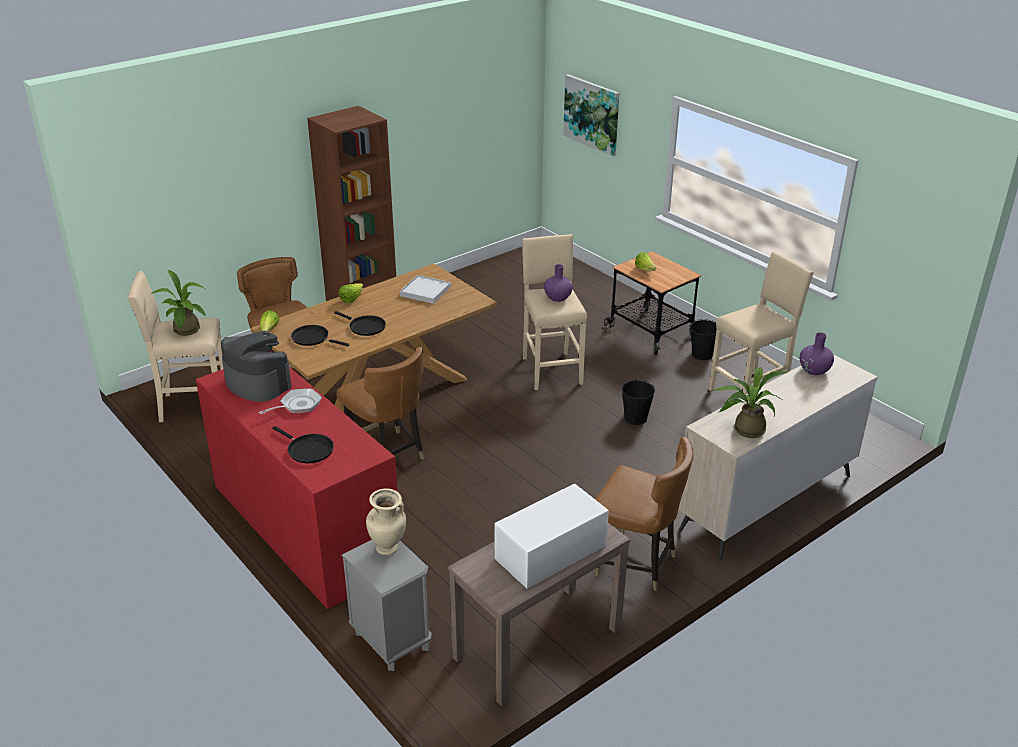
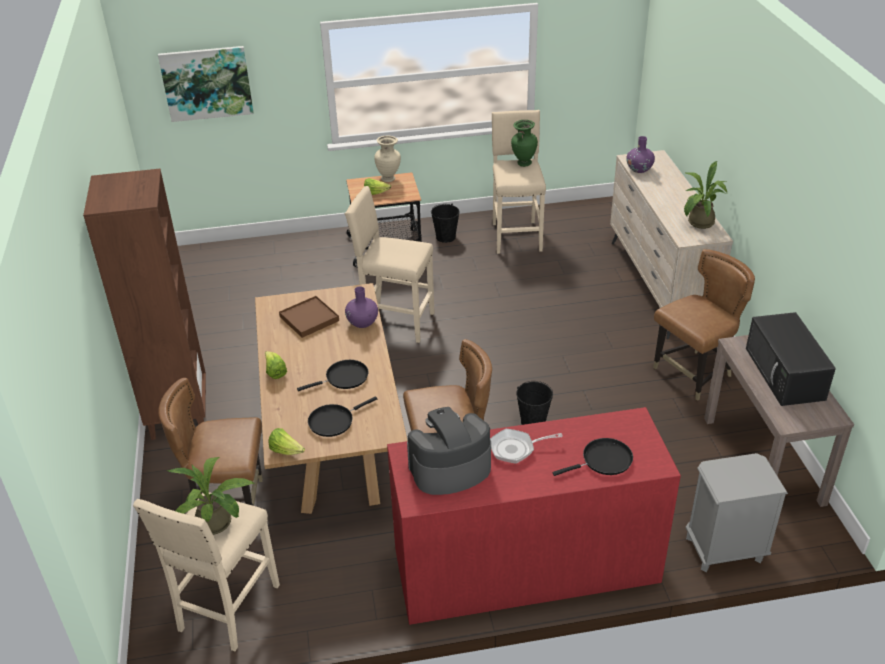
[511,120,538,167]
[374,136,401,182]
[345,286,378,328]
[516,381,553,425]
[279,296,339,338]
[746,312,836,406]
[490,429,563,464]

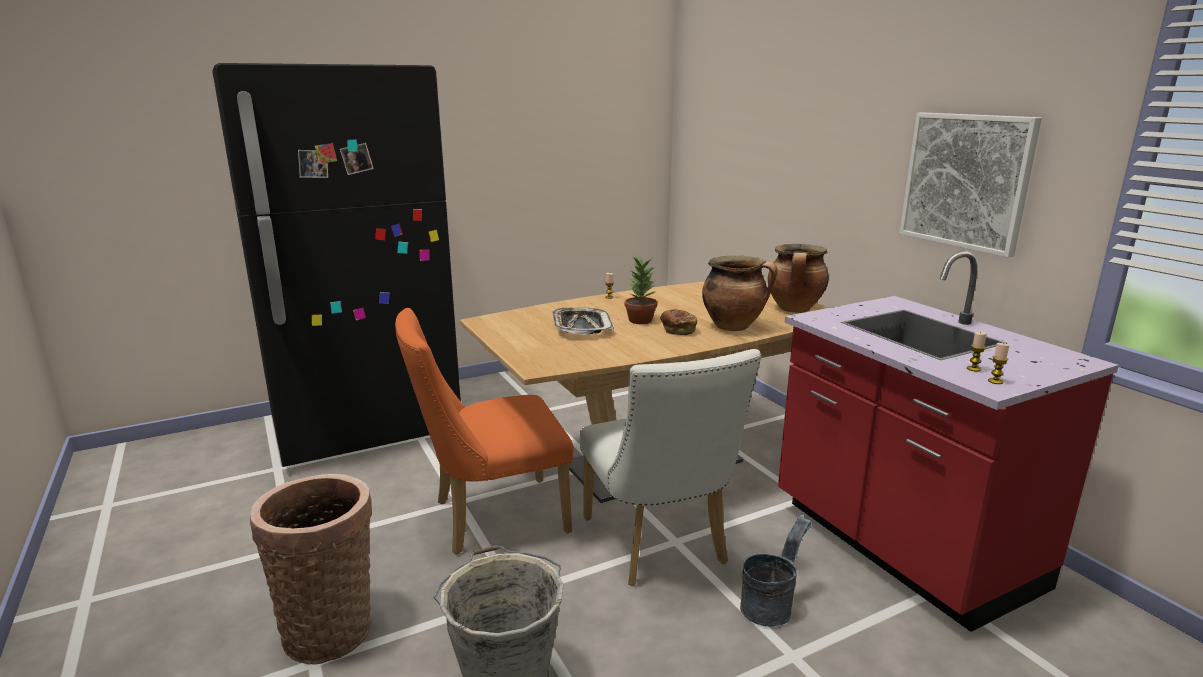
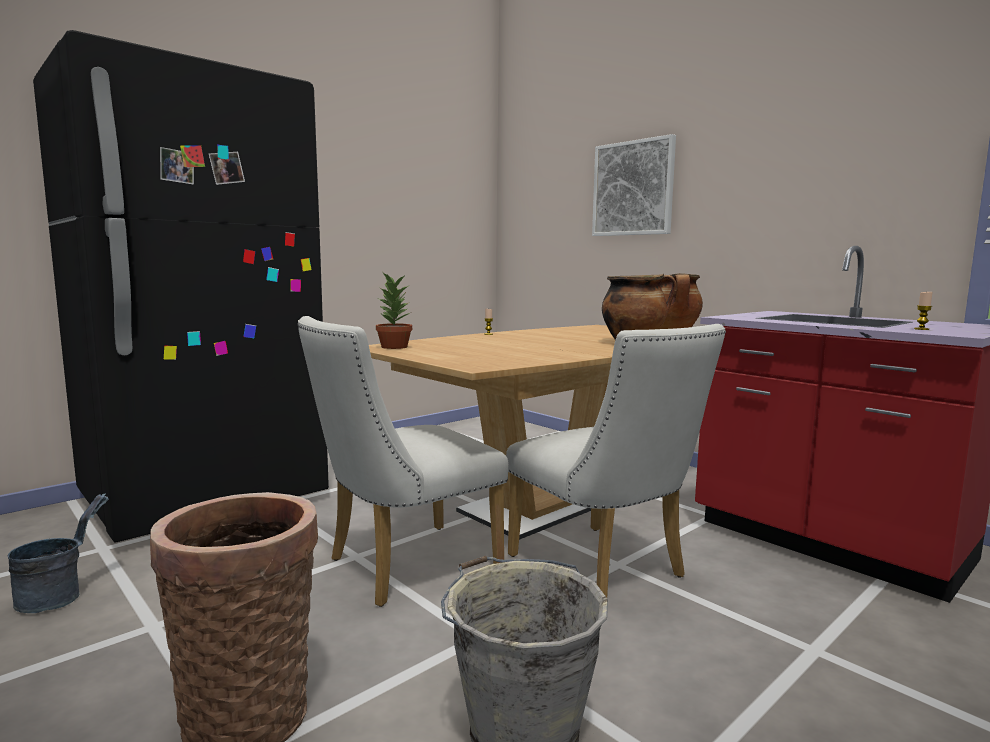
[552,307,613,335] (first image)
[660,309,697,335] (first image)
[988,343,1009,384] (first image)
[376,273,412,349]
[8,494,109,613]
[592,134,676,236]
[298,316,509,607]

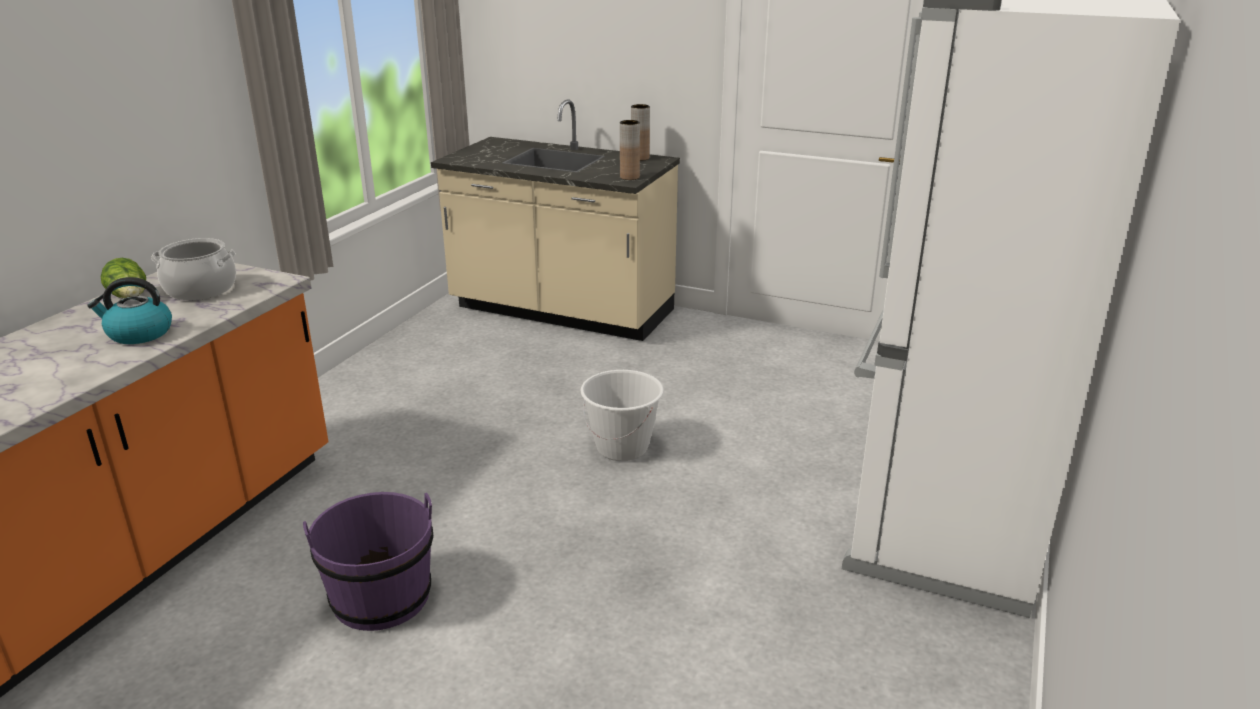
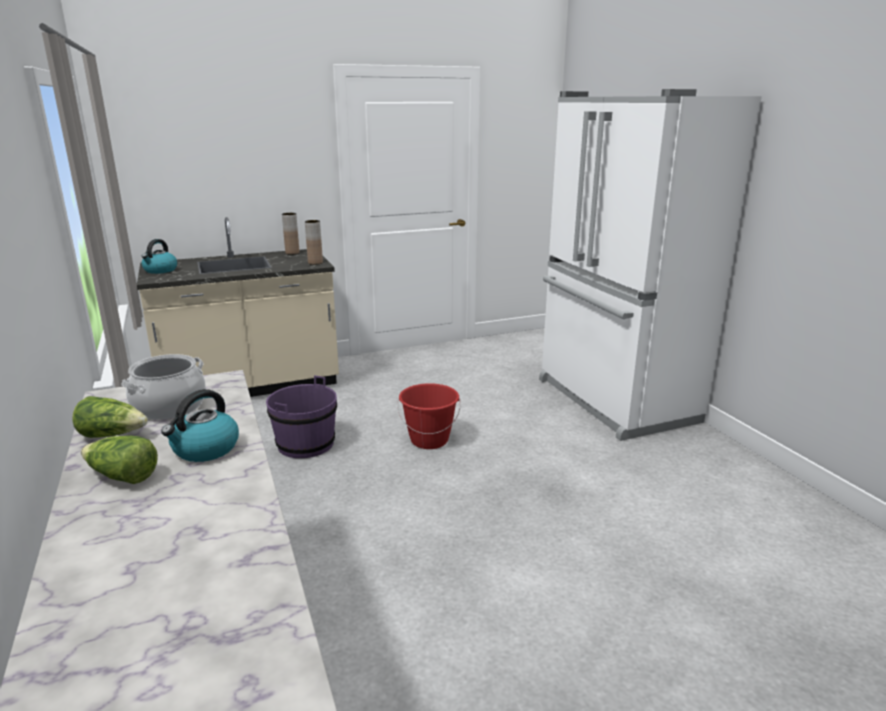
[81,436,158,484]
[142,239,177,274]
[266,375,337,458]
[398,383,461,449]

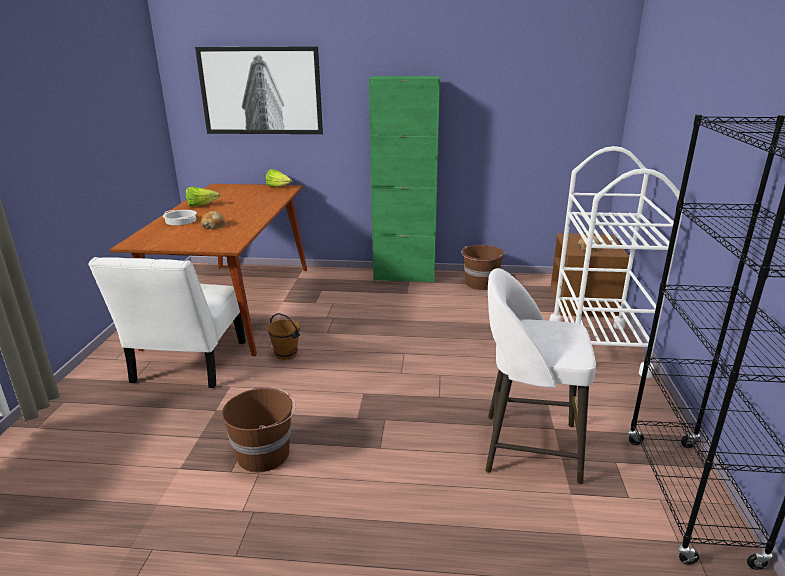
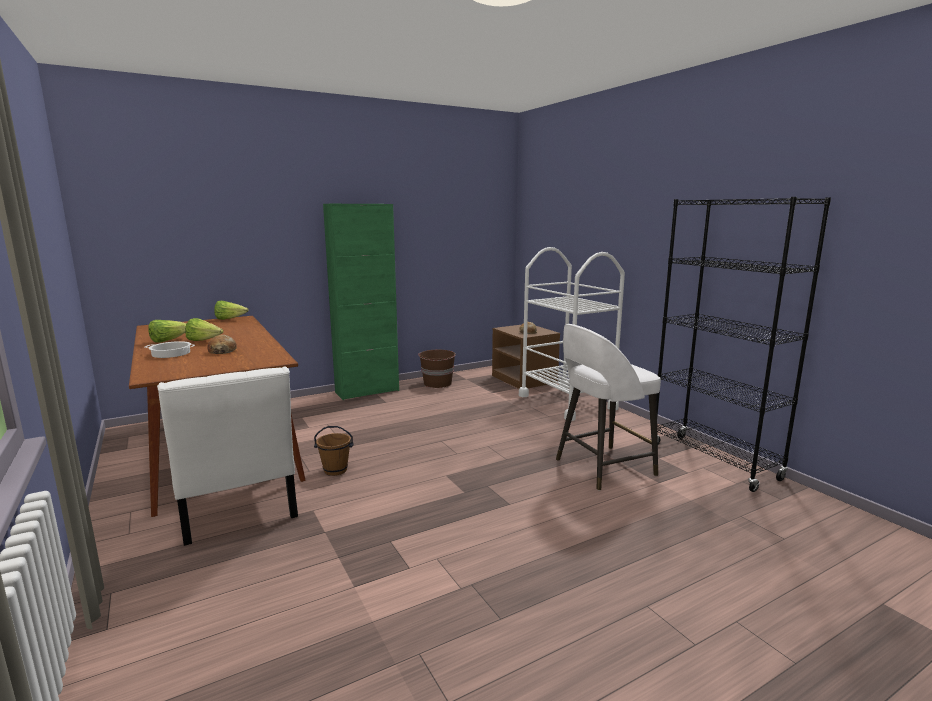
[195,46,323,134] (first image)
[222,386,296,472] (first image)
[185,318,223,341]

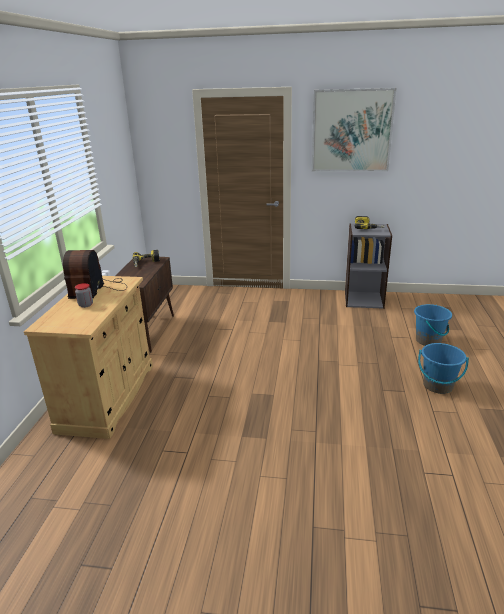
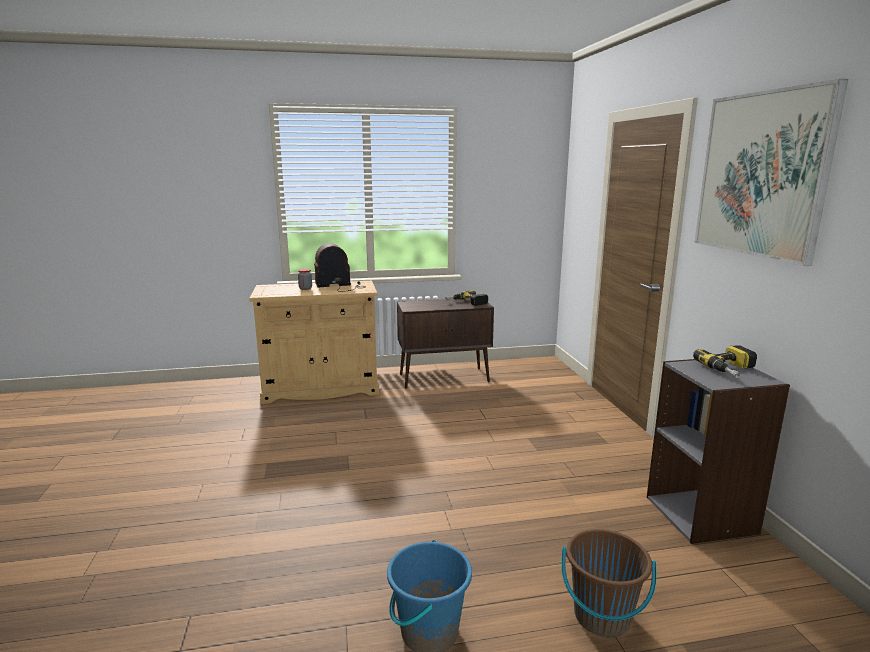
[561,529,656,637]

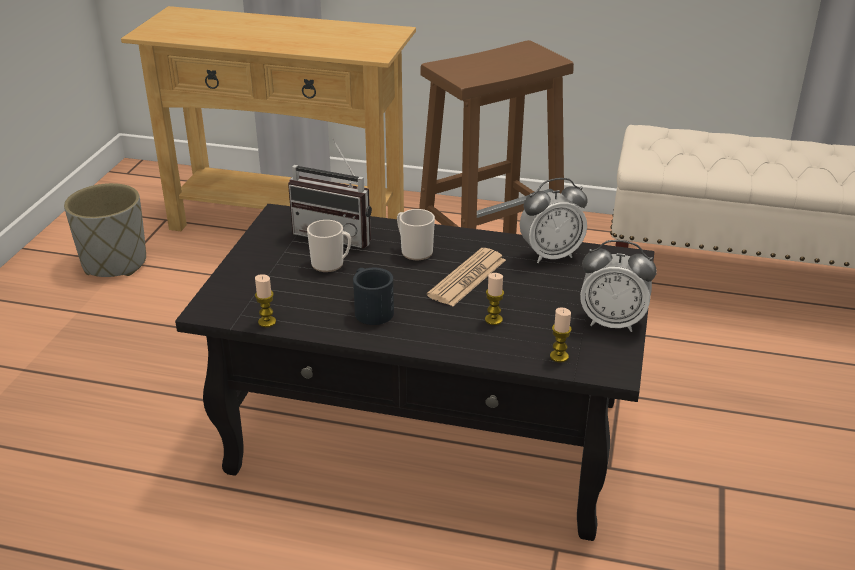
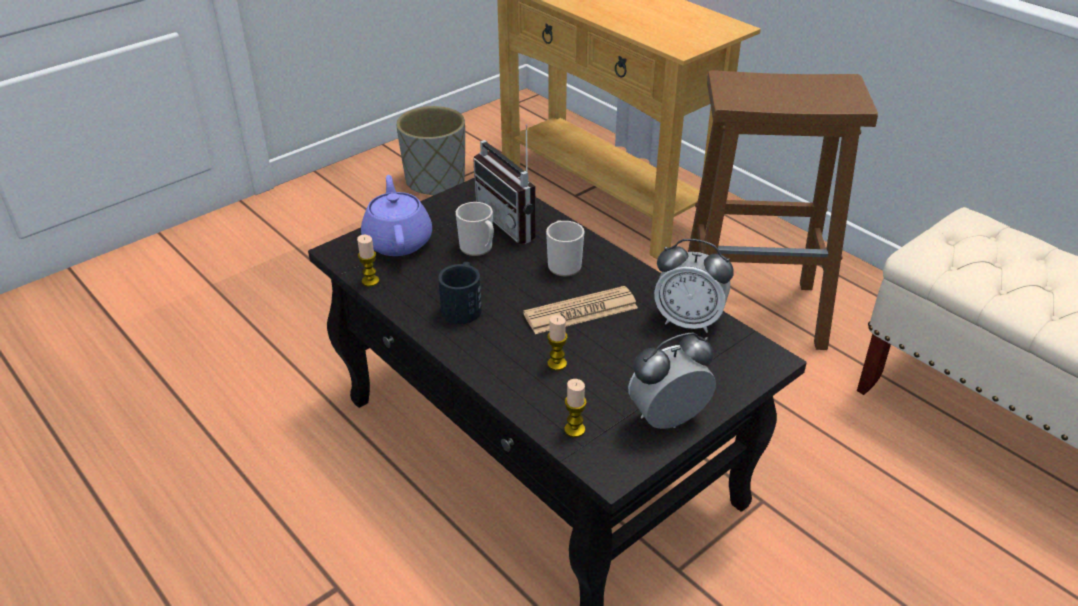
[361,175,432,256]
[628,333,716,429]

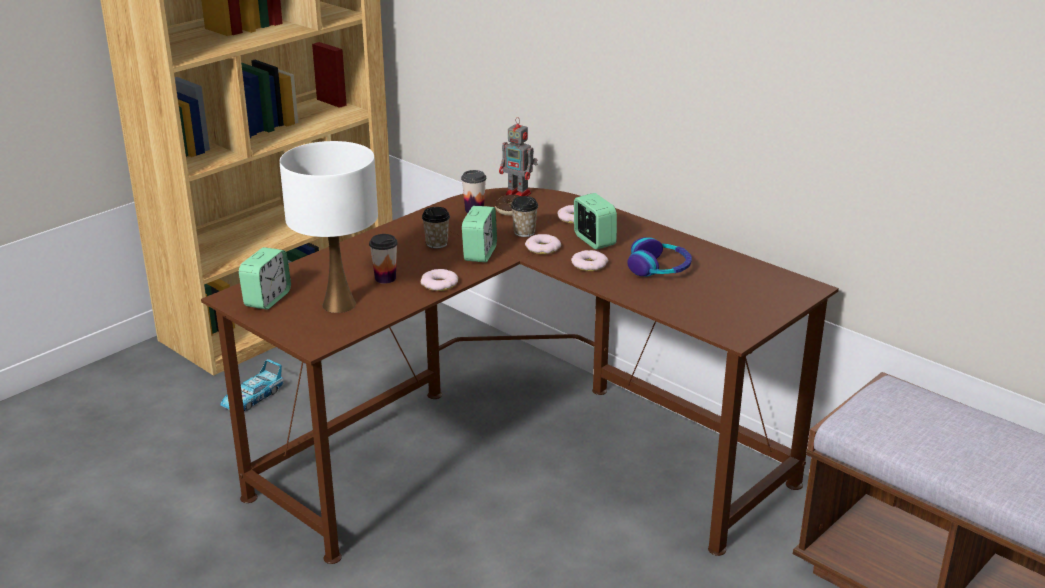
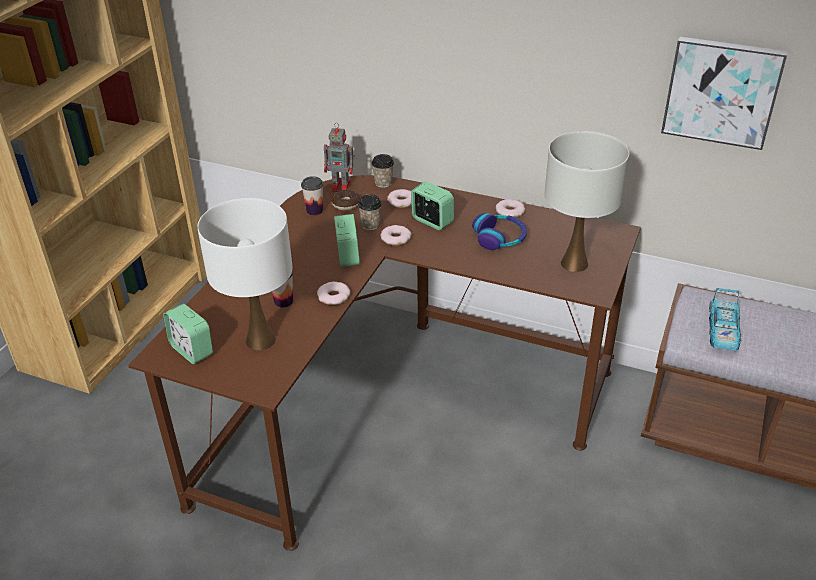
[544,131,629,272]
[661,37,788,150]
[709,288,741,351]
[372,154,394,188]
[496,199,525,218]
[163,304,213,364]

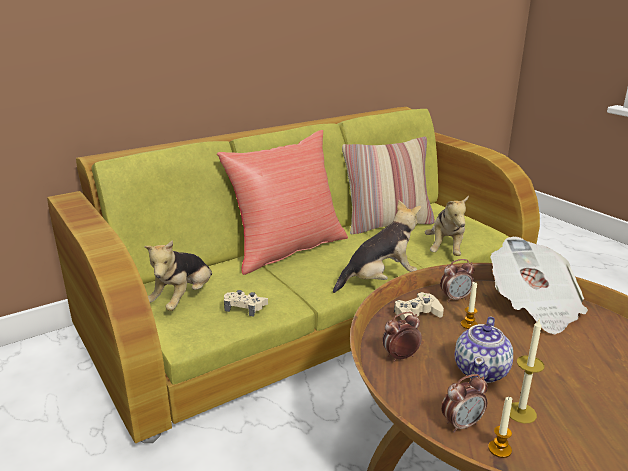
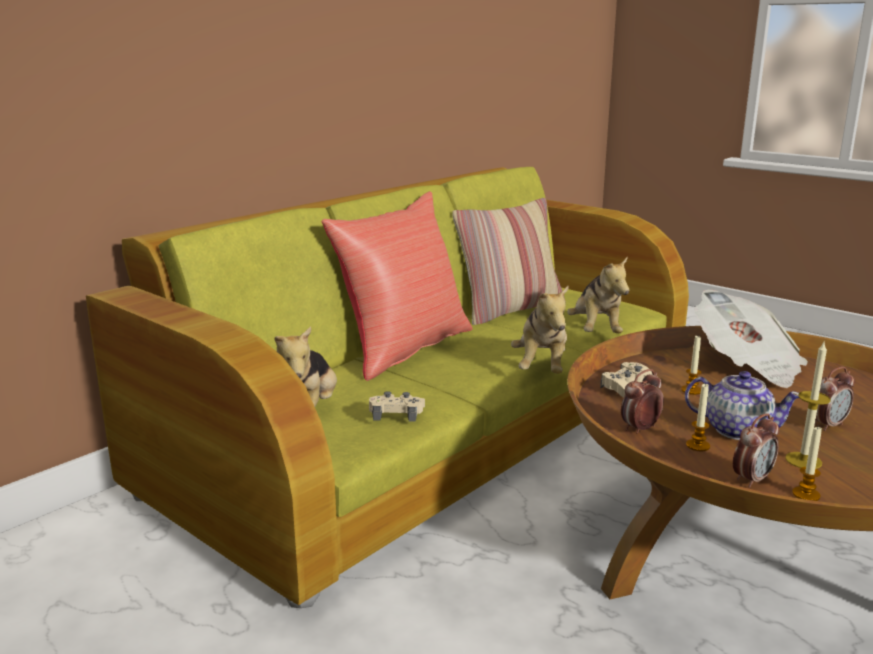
[686,383,710,452]
[815,367,855,431]
[511,285,569,374]
[685,371,799,440]

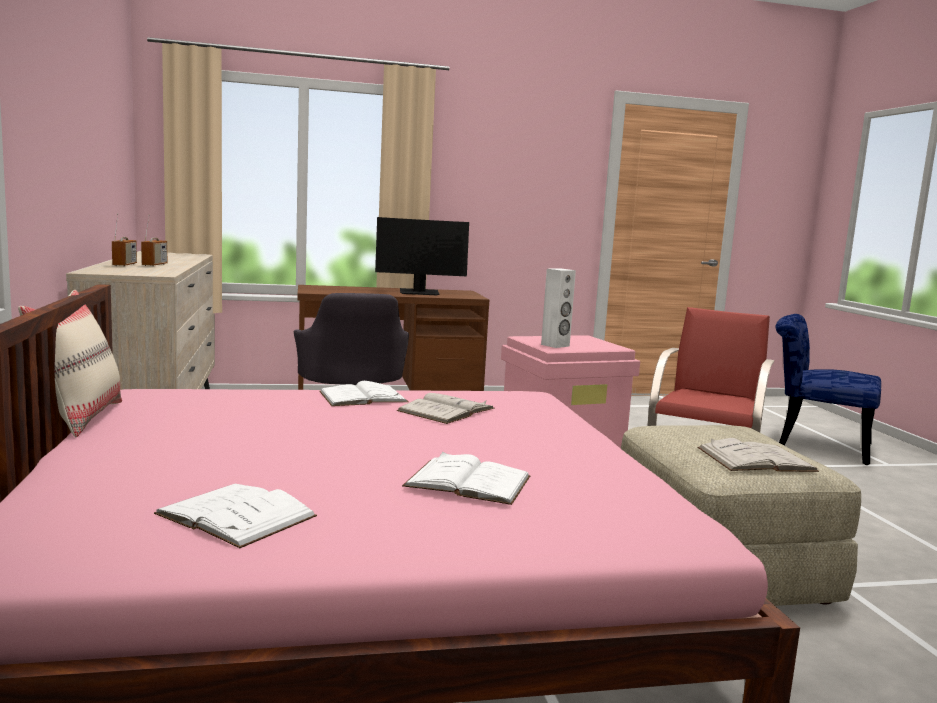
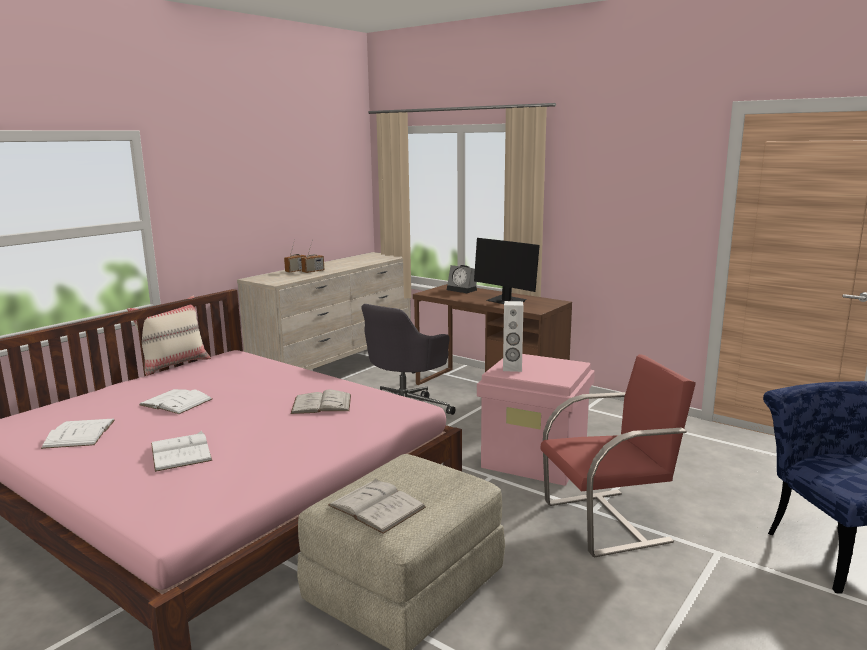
[447,265,477,293]
[139,389,212,414]

